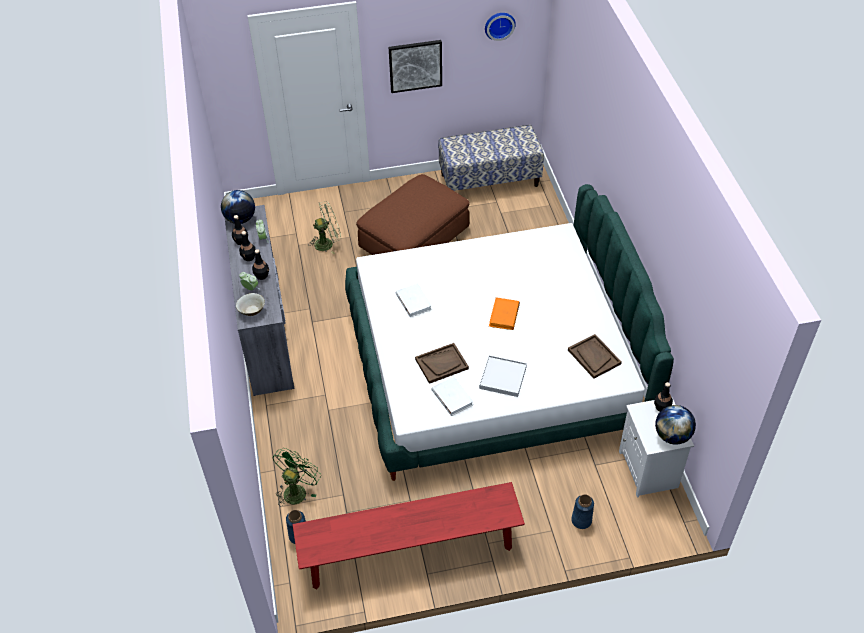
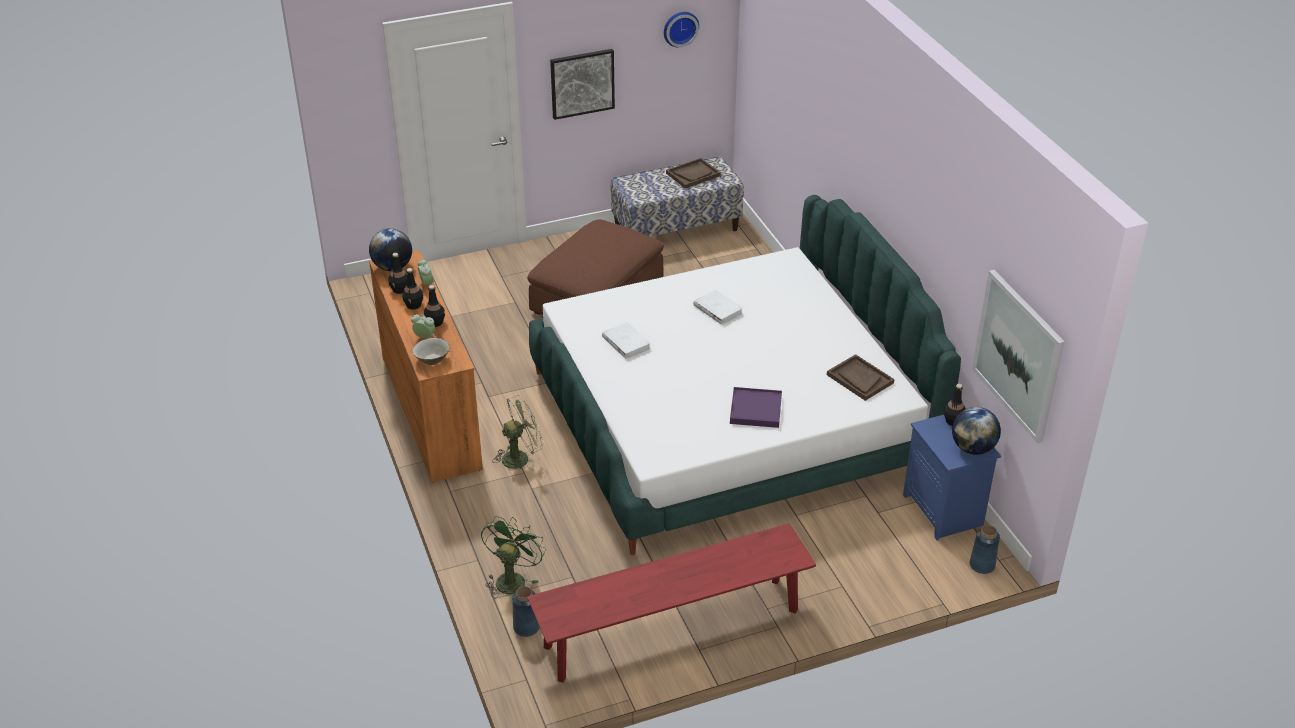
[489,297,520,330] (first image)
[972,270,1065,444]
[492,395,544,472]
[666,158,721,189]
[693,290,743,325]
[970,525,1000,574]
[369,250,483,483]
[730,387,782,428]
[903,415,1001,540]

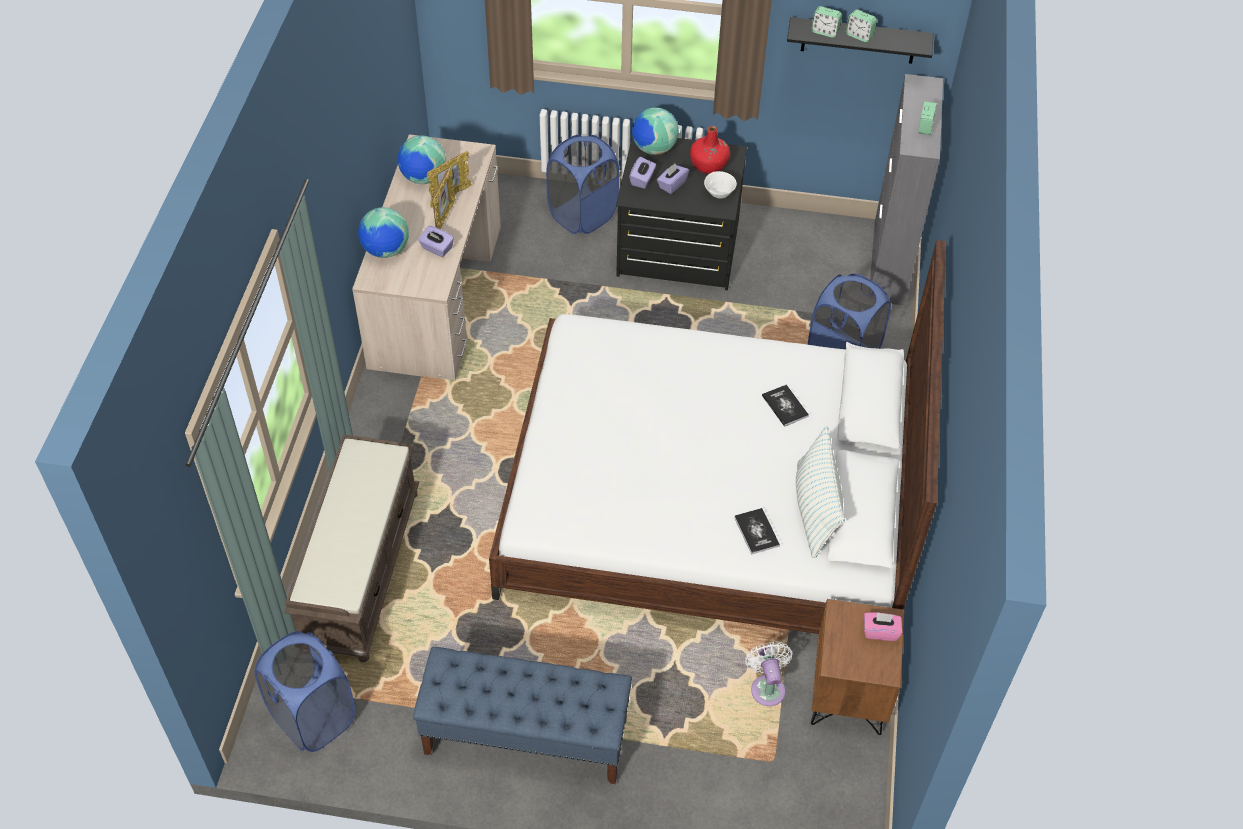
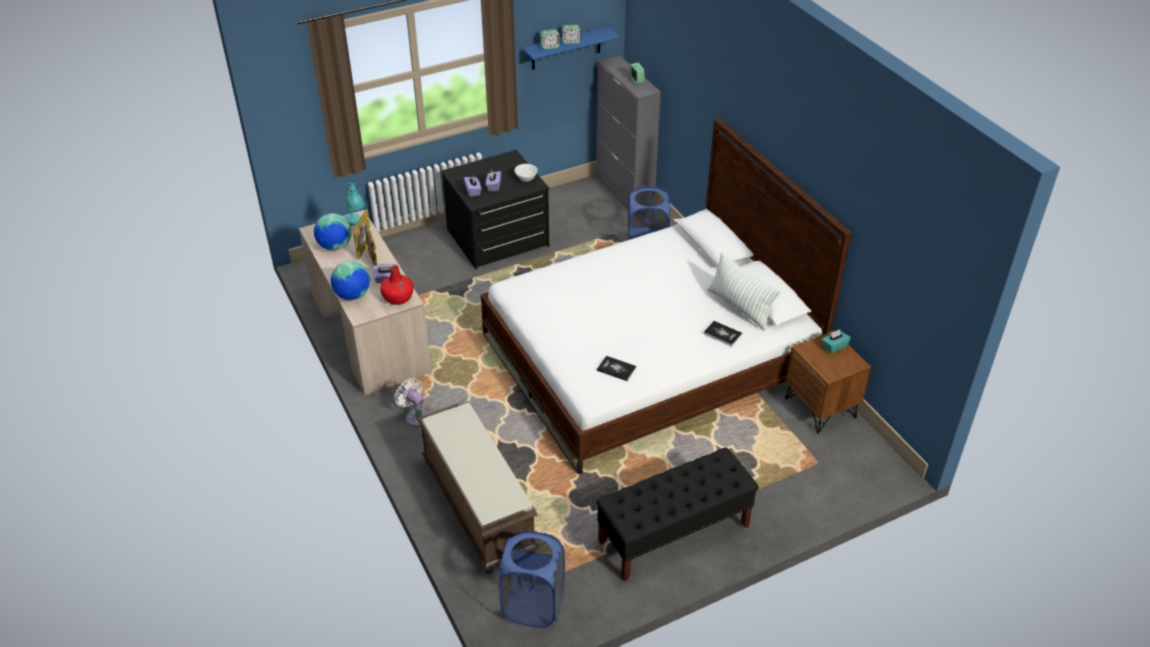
[546,135,619,234] (first image)
[632,107,679,155] (first image)
[344,182,364,226]
[380,265,414,305]
[394,378,429,427]
[597,356,636,381]
[596,447,759,581]
[523,26,620,69]
[822,330,851,353]

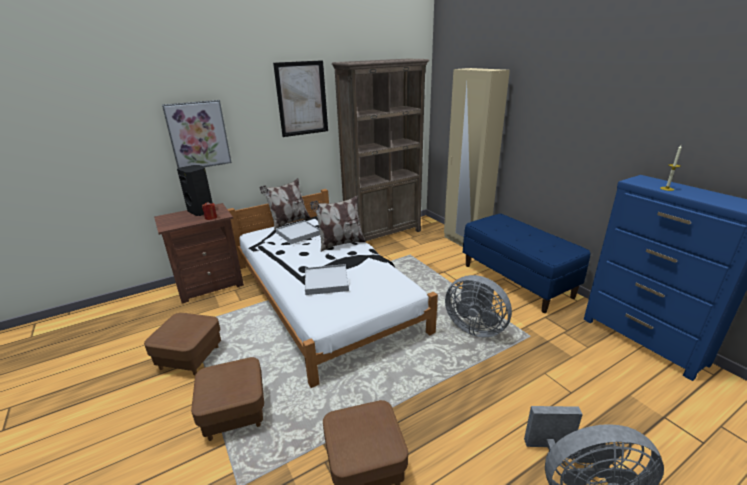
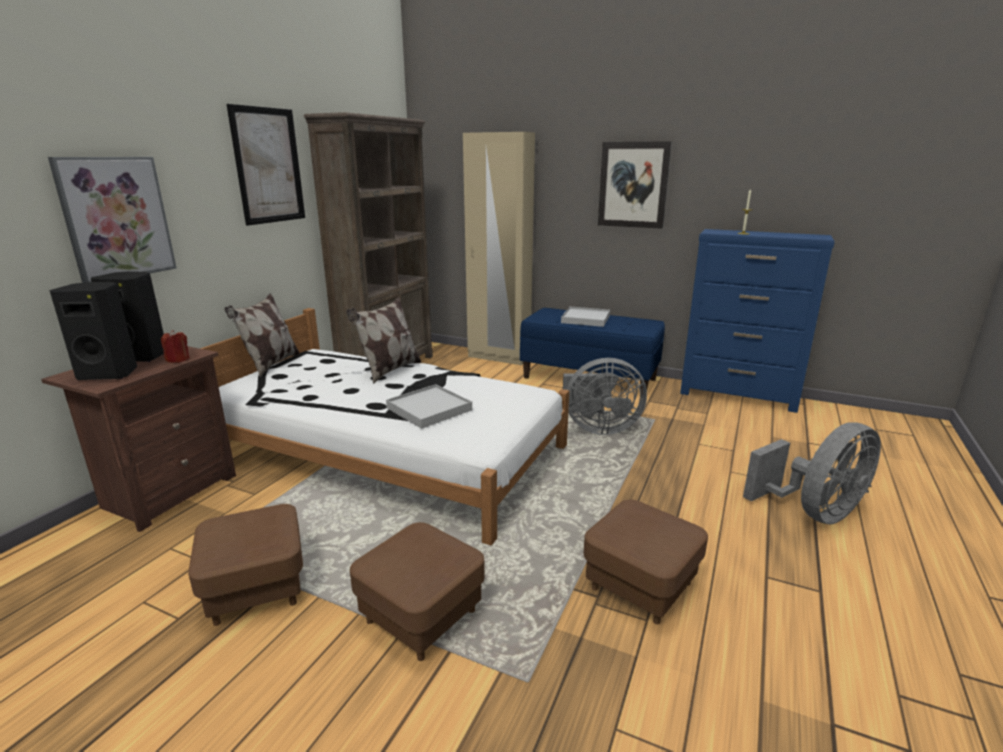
[49,282,137,380]
[598,141,672,229]
[561,307,610,327]

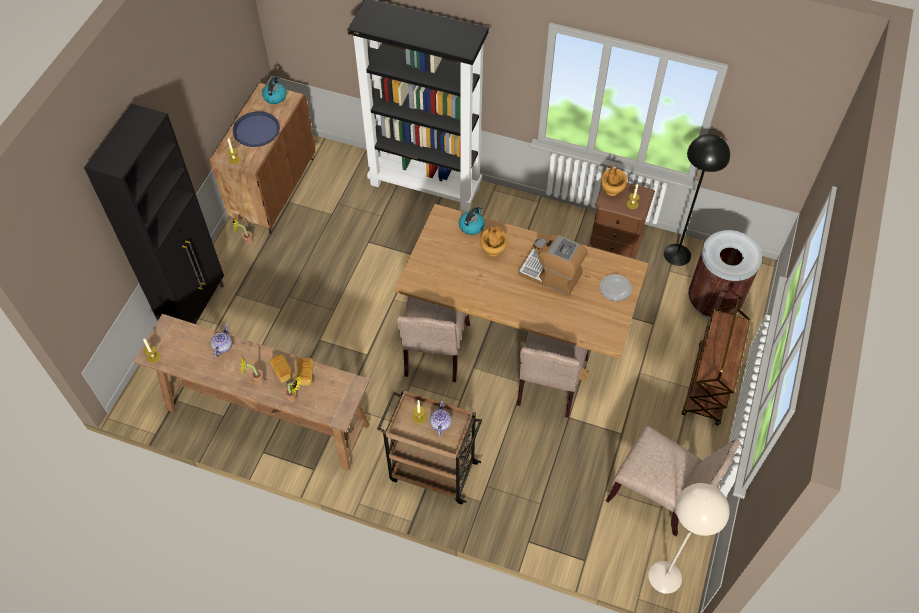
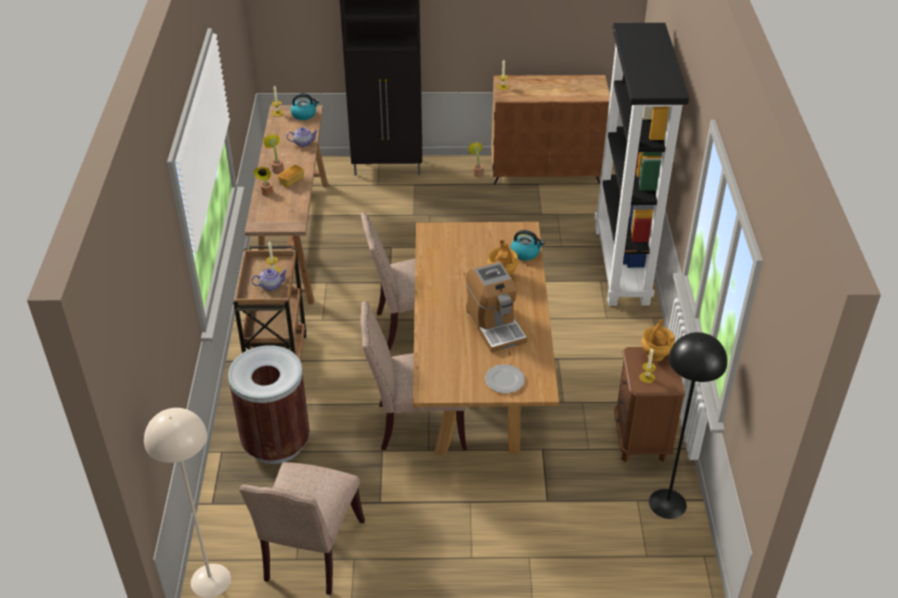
[233,111,280,147] (first image)
[296,358,313,386] (first image)
[682,299,751,425] (first image)
[290,93,319,120]
[228,345,310,464]
[466,261,527,353]

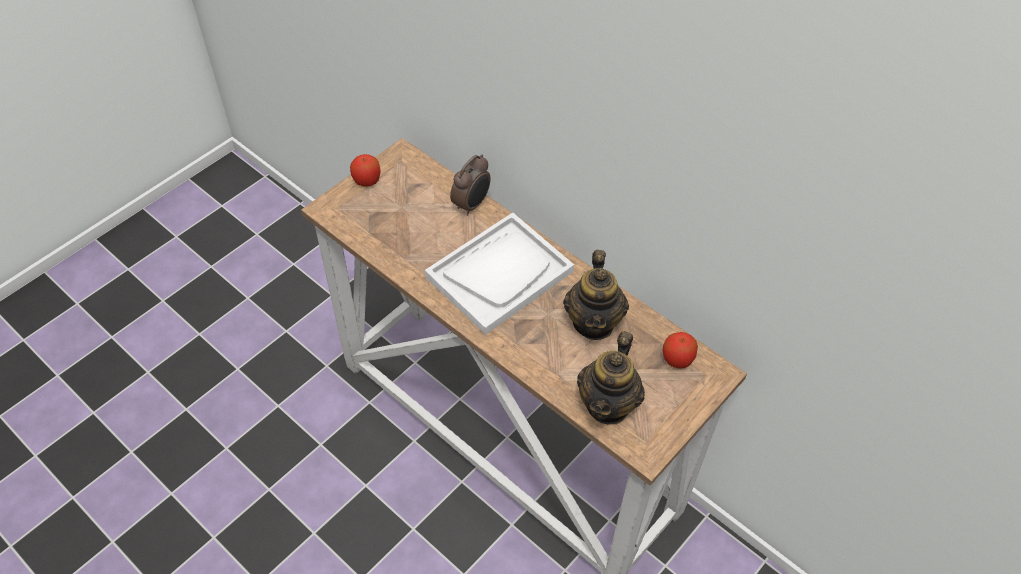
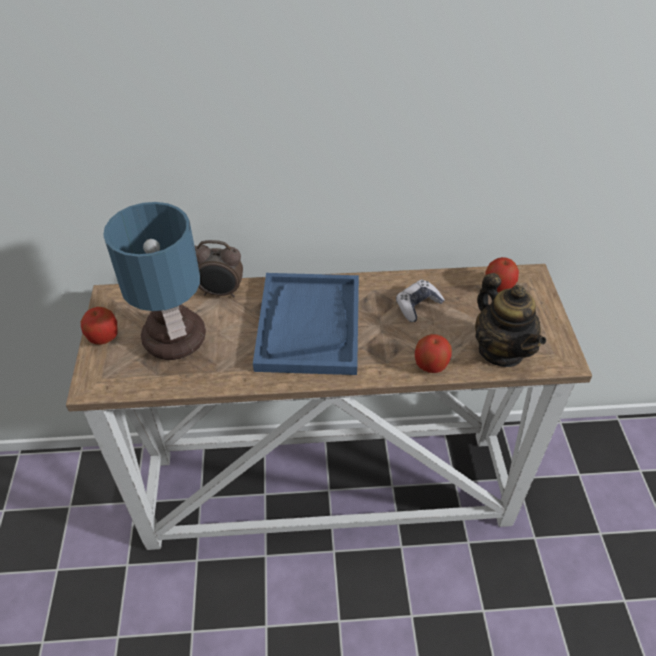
[103,202,206,360]
[415,334,452,373]
[396,280,445,322]
[253,273,359,375]
[194,240,243,298]

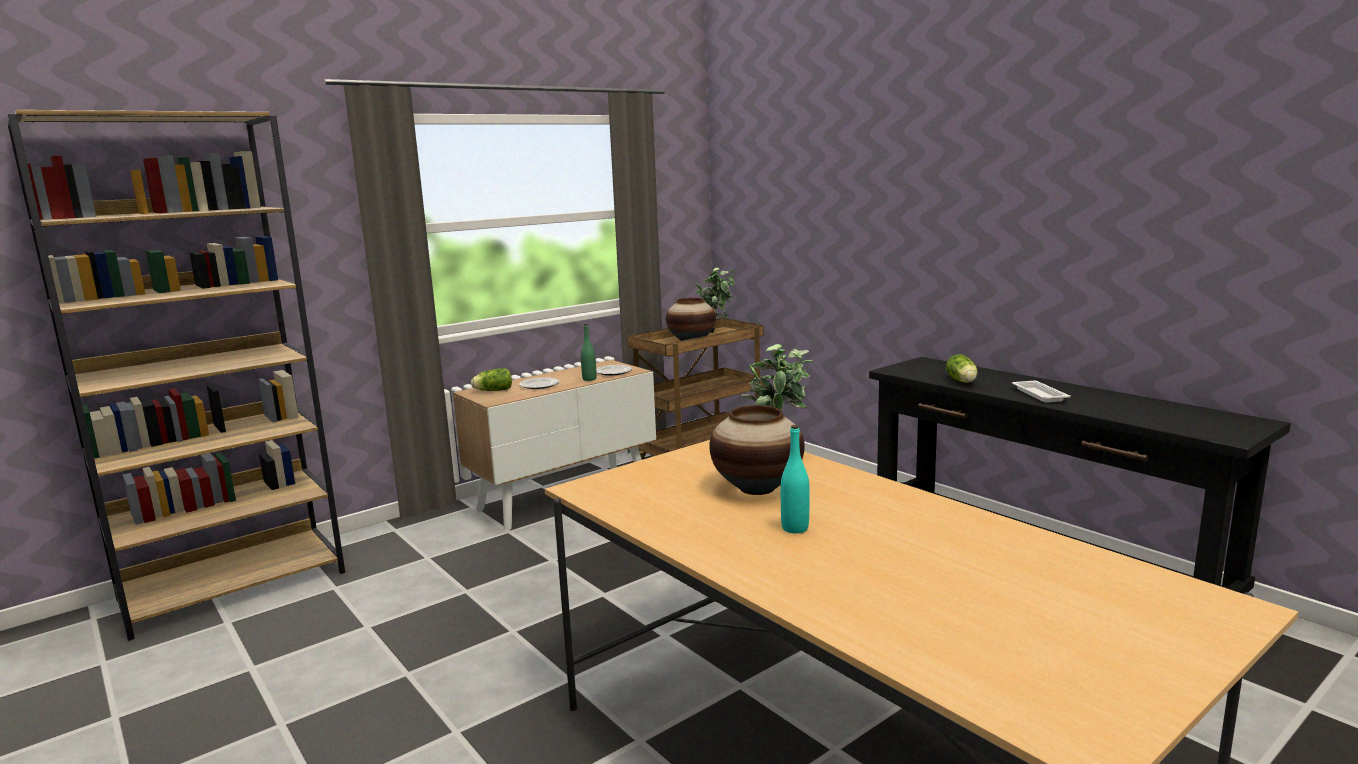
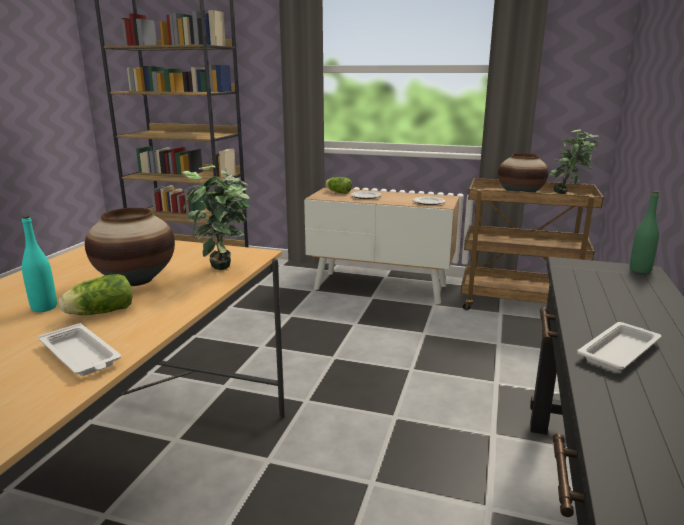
[38,323,121,376]
[630,191,659,273]
[59,274,133,315]

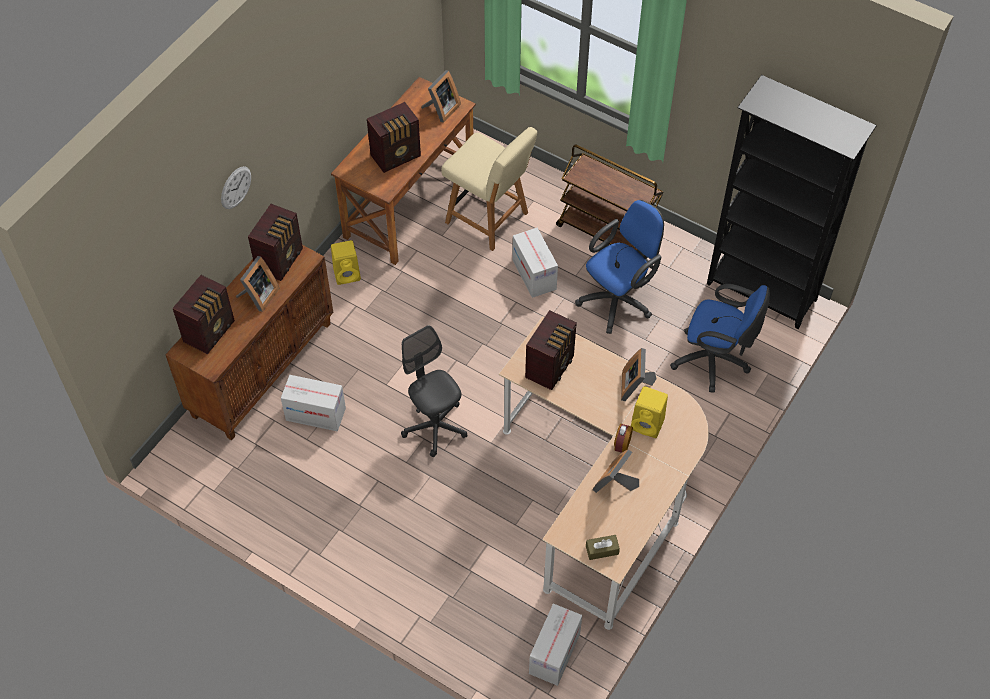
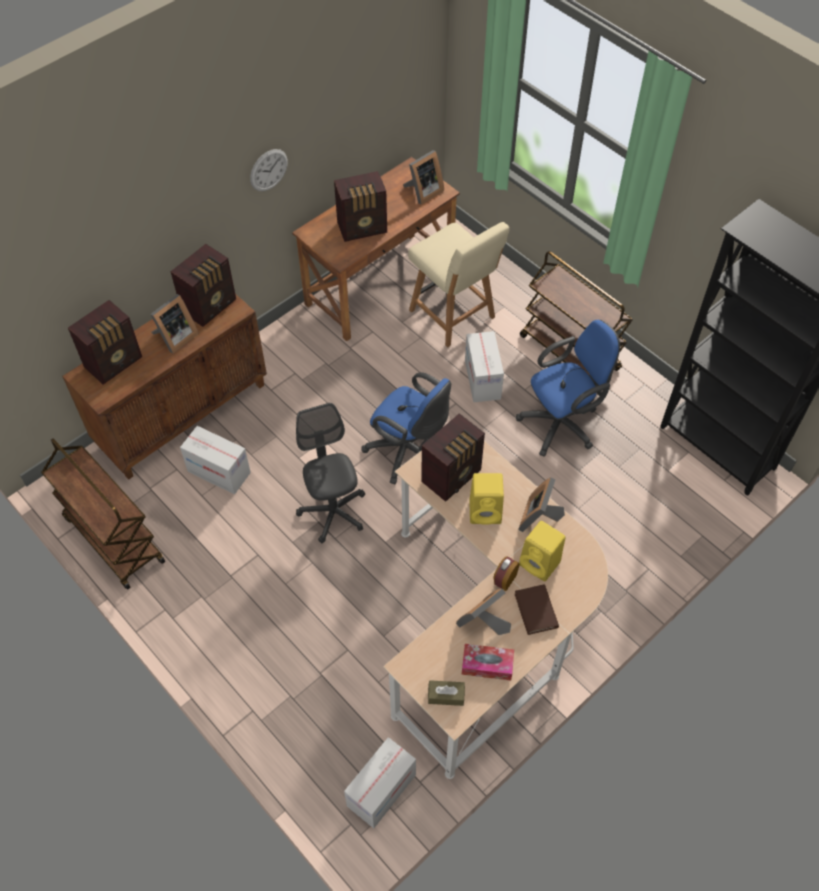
[41,438,165,590]
[461,644,514,681]
[515,584,559,635]
[250,149,288,192]
[469,473,504,525]
[362,372,451,484]

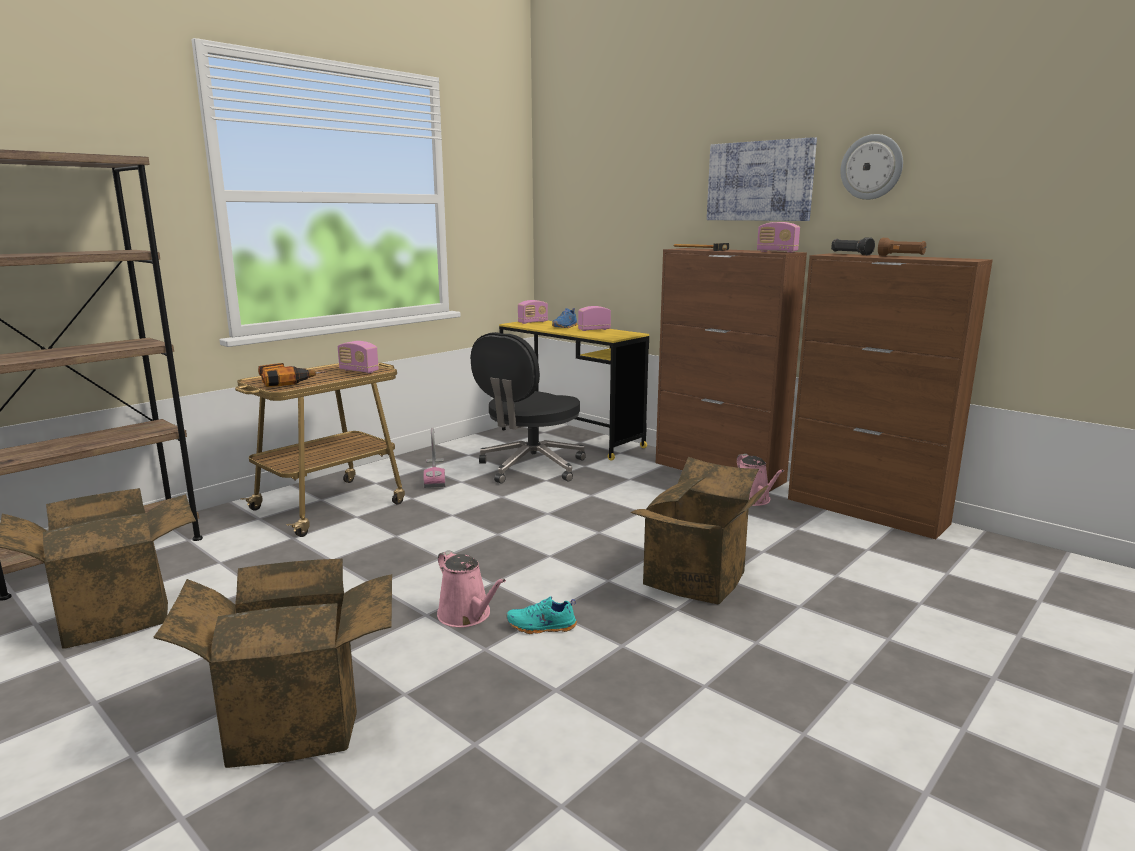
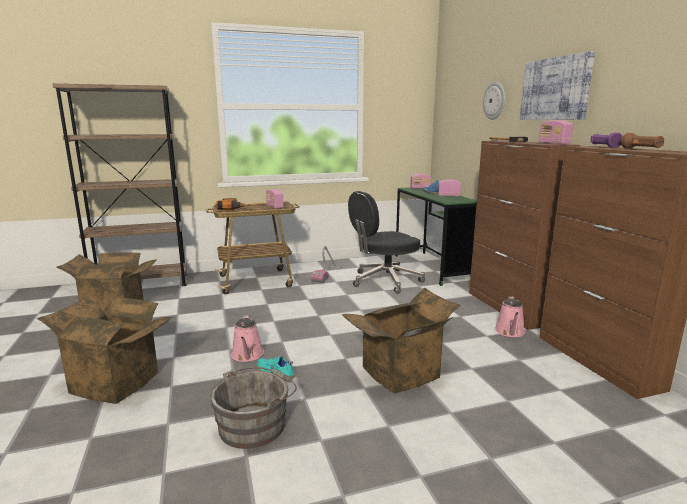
[210,367,297,449]
[483,82,505,120]
[395,187,477,286]
[590,133,623,148]

